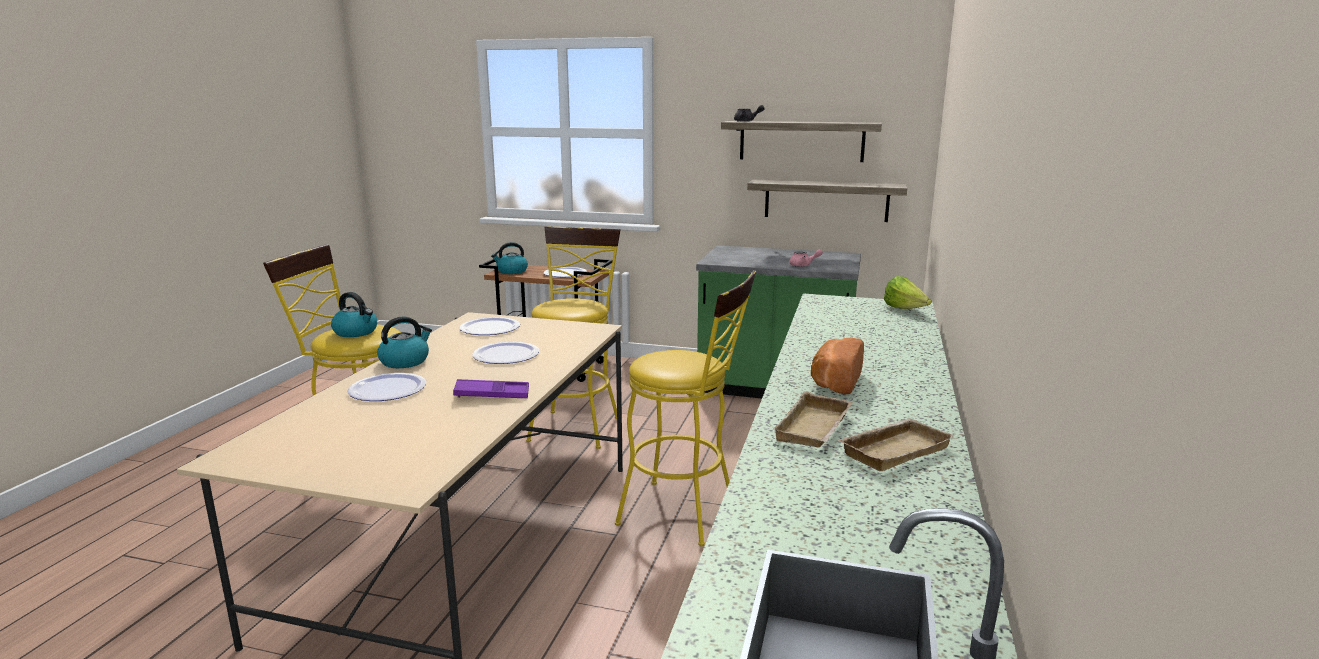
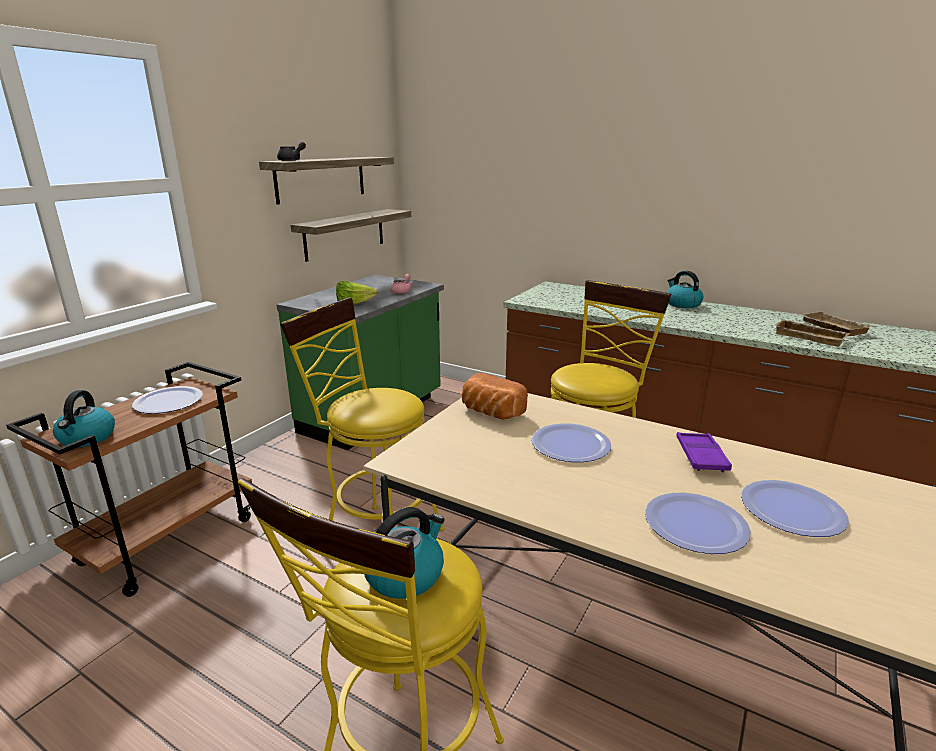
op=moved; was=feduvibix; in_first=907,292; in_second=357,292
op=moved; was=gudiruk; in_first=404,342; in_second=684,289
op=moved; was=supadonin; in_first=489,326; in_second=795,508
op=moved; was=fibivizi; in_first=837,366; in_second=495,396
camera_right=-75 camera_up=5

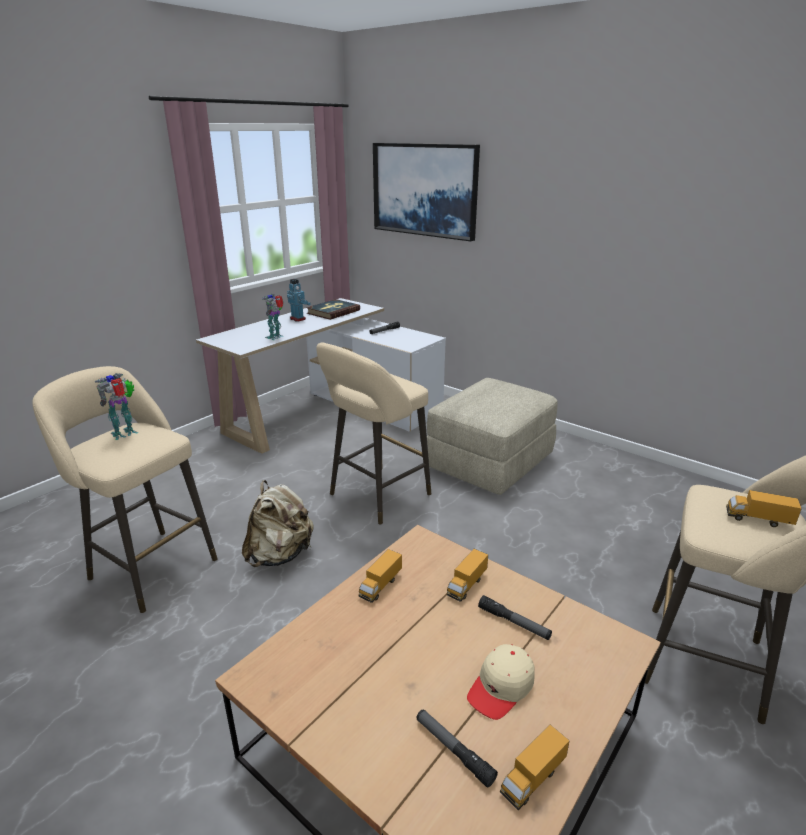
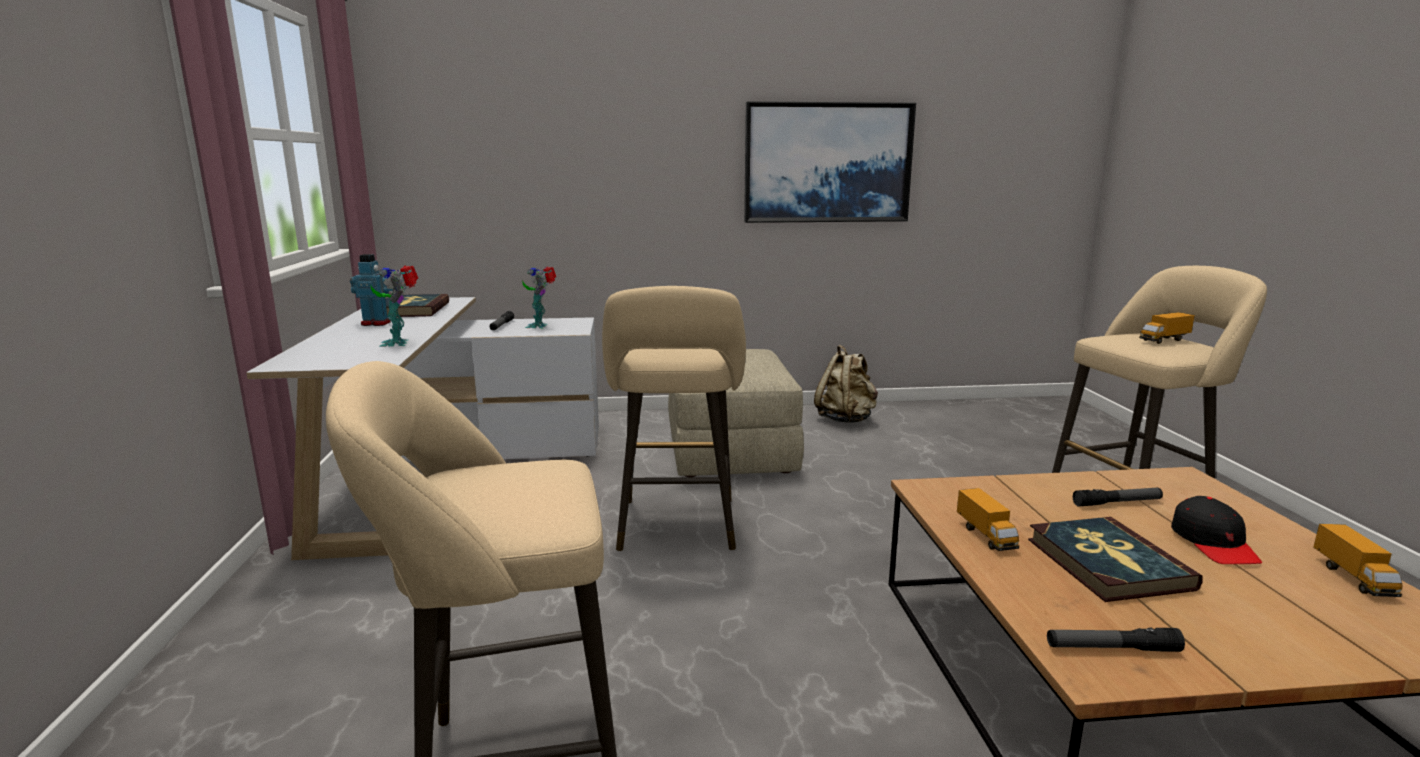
op=moved; was=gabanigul; in_first=426,192; in_second=830,162
op=moved; was=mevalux; in_first=116,406; in_second=539,297
op=moved; was=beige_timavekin; in_first=278,523; in_second=846,384
op=removed; was=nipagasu; in_first=467,575
op=recoloured; was=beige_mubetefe; now=black_mubetefe; in_first=501,682; in_second=1216,530
op=moved; was=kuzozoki; in_first=457,749; in_second=1116,639
op=added; now=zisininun; in_second=1115,559
camera_right=-45 camera_up=-10

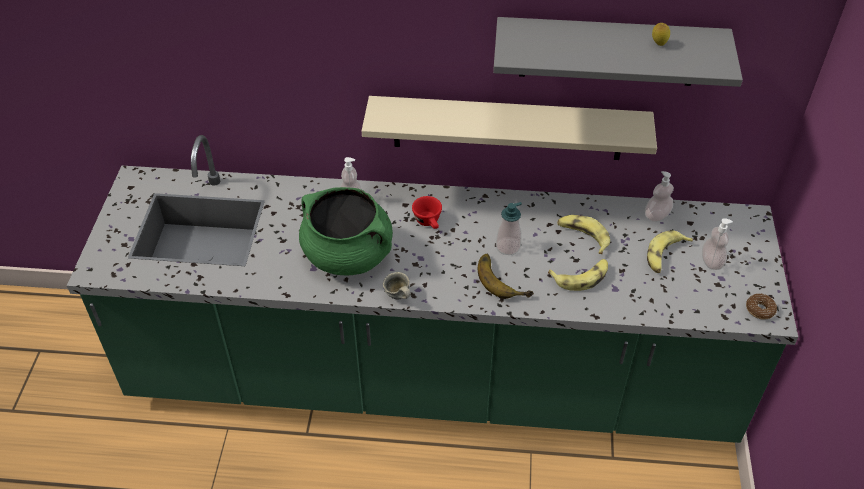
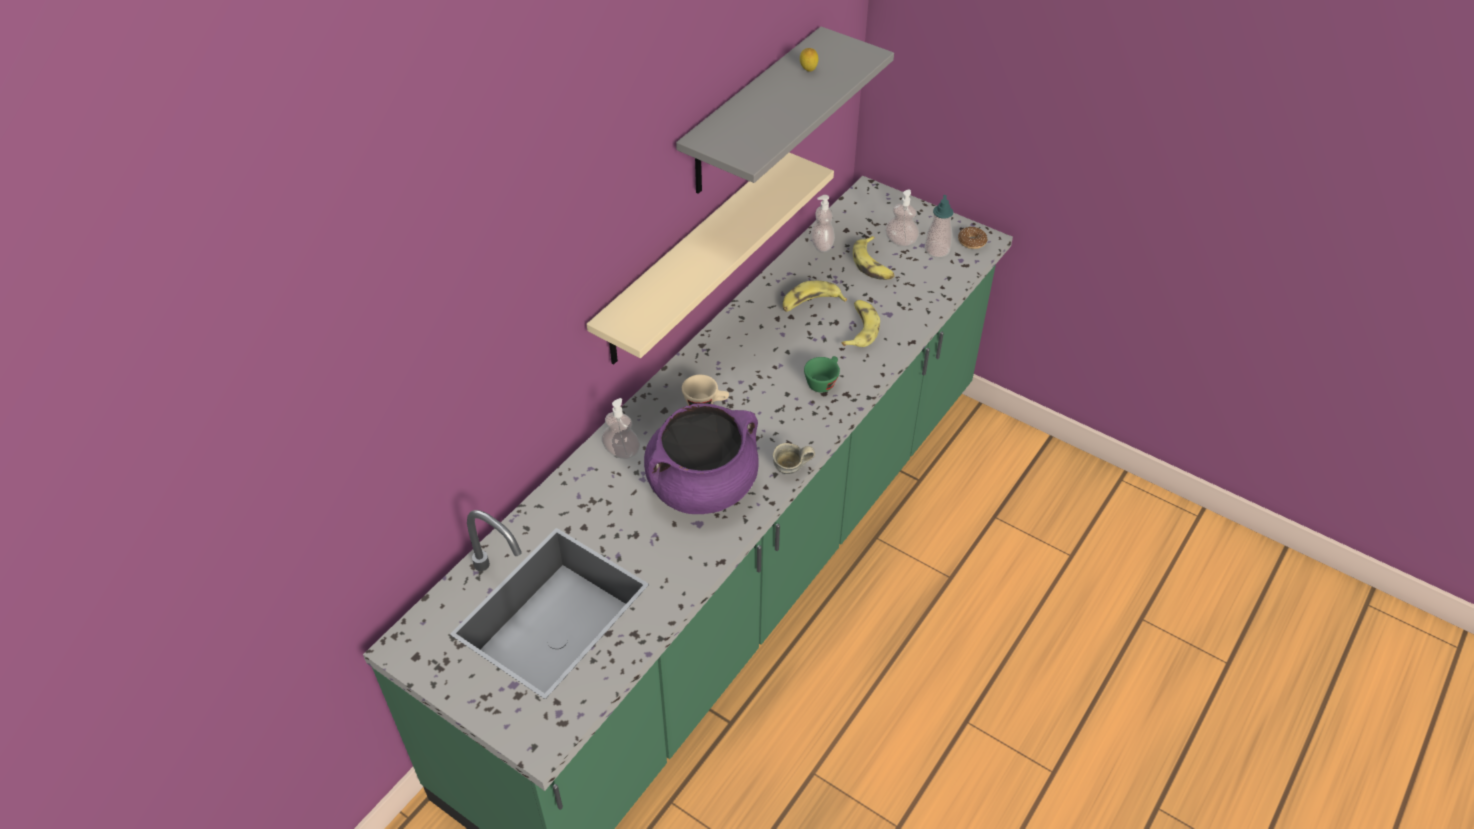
op=recoloured; was=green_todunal; now=purple_todunal; in_first=346,231; in_second=701,459
op=recoloured; was=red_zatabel; now=beige_zatabel; in_first=427,212; in_second=705,390
op=moved; was=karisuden; in_first=509,228; in_second=939,226
op=replaced; was=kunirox; now=green_zatabel; in_first=506,276; in_second=822,374
camera_right=-60 camera_up=0

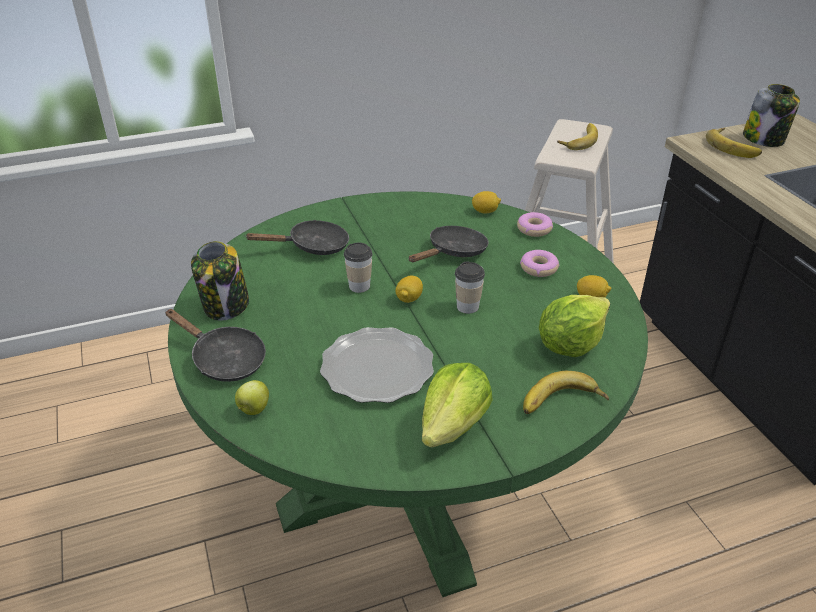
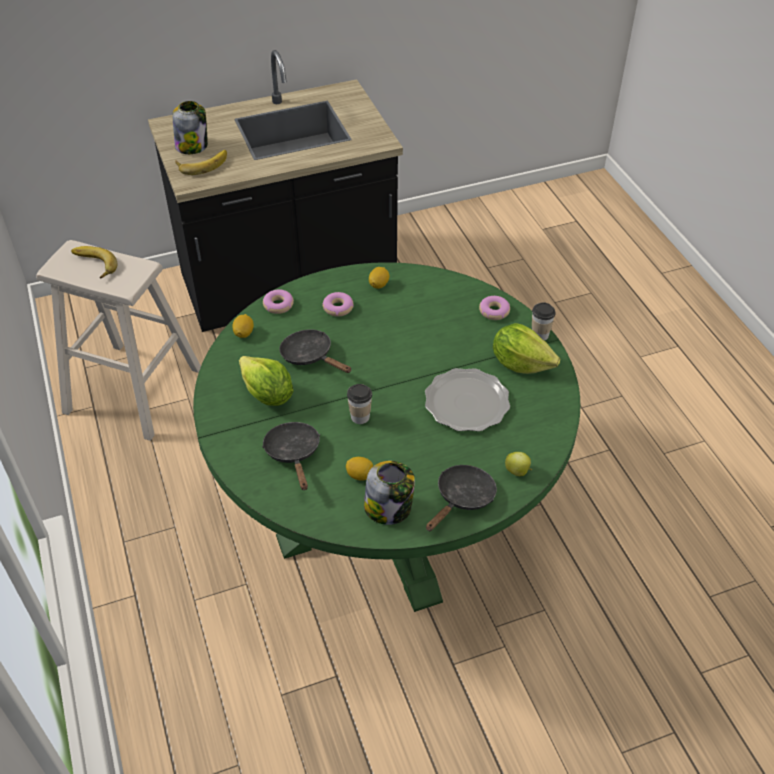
op=moved; was=zatabel; in_first=470,287; in_second=544,321
op=moved; was=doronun; in_first=409,289; in_second=359,469
op=moved; was=feduvibix; in_first=574,326; in_second=266,381
op=replaced; was=kunirox; now=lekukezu; in_first=566,392; in_second=494,308
camera_right=-90 camera_up=10

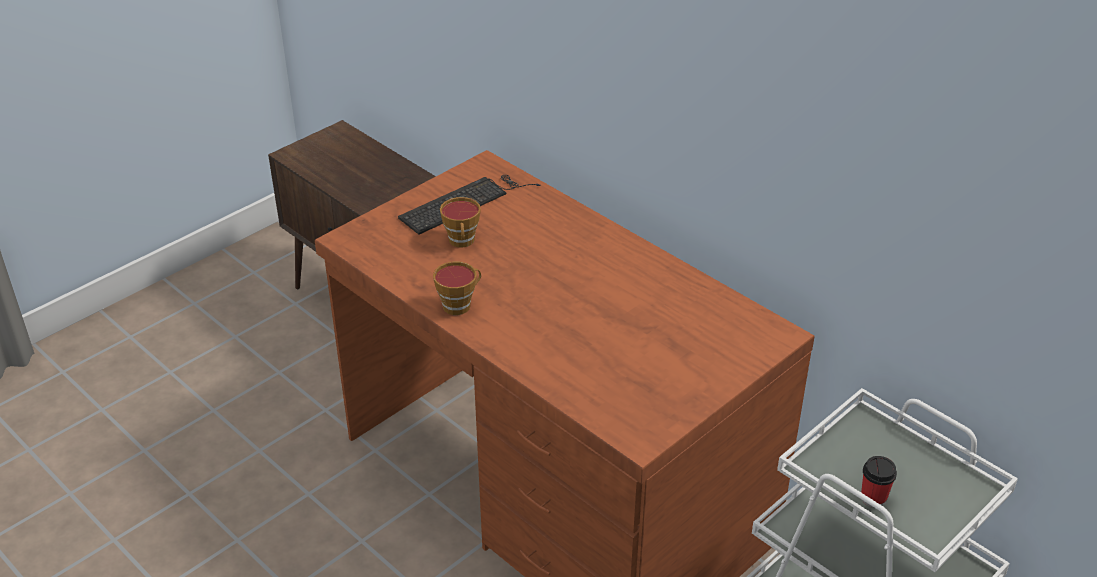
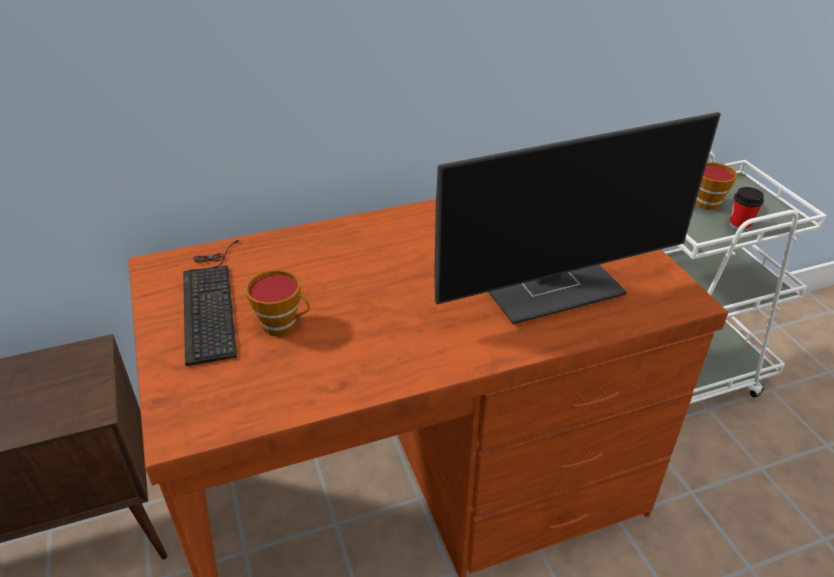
op=moved; was=zatabel; in_first=457,288; in_second=716,186
op=added; now=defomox; in_second=577,218
camera_right=-65 camera_up=0

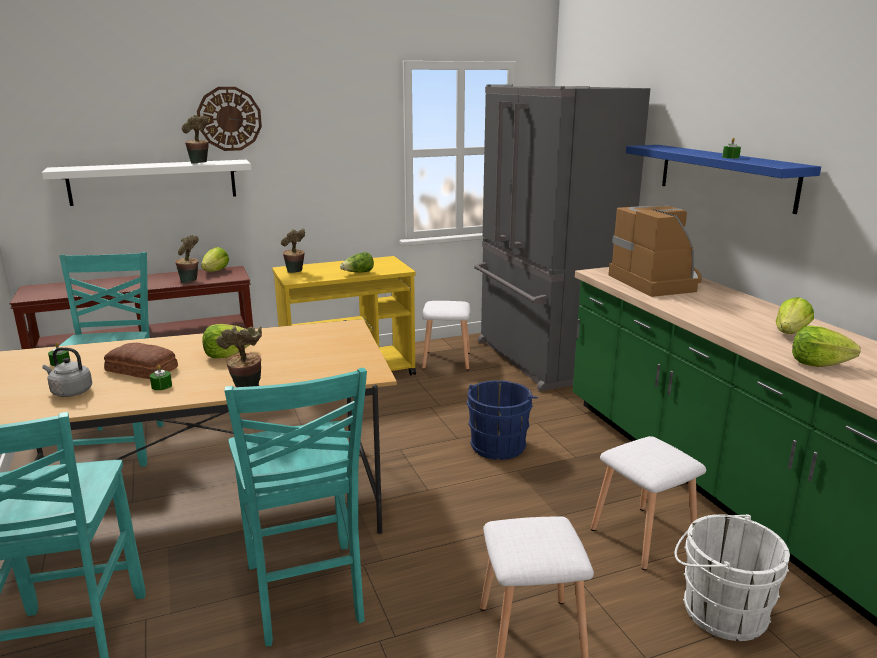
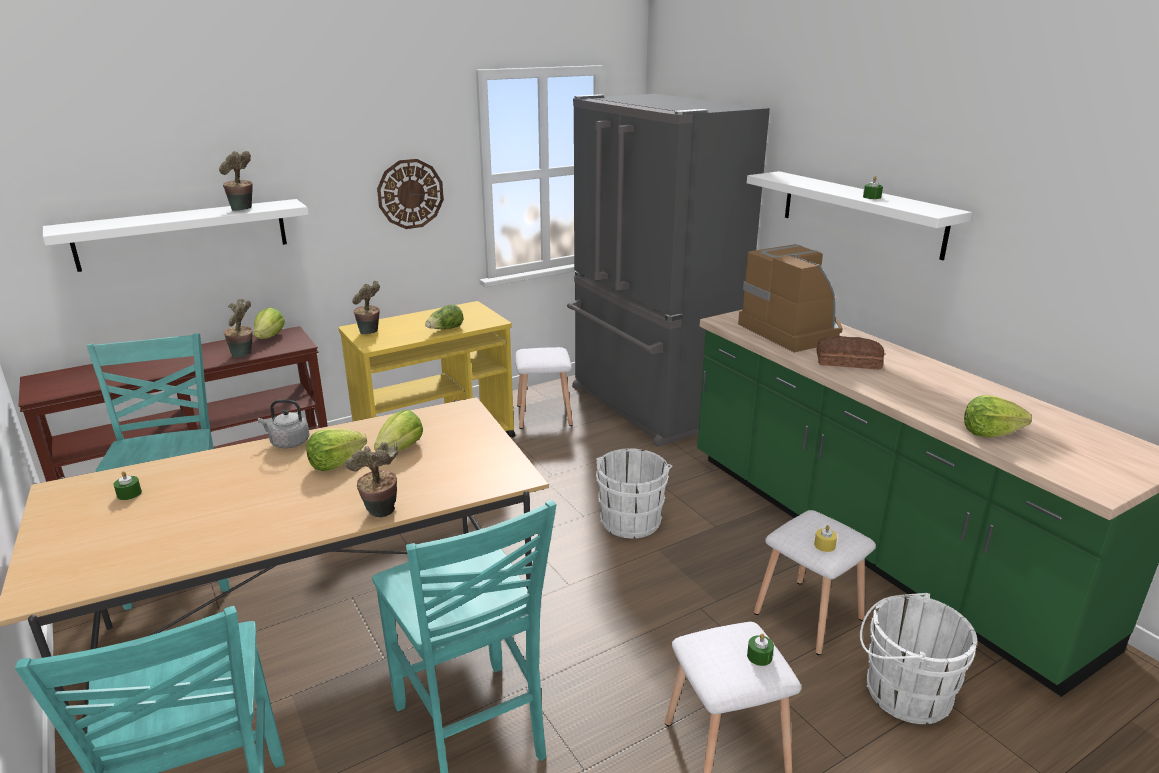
op=moved; was=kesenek; in_first=229,119; in_second=410,194
op=recoloured; was=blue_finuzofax; now=white_finuzofax; in_first=723,179; in_second=859,215
op=moved; was=feduvibix; in_first=795,315; in_second=398,430
op=moved; was=fibivizi; in_first=141,361; in_second=850,352
op=moved; was=grey_gudiruk; in_first=67,372; in_second=284,424
op=moved; was=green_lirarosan; in_first=161,377; in_second=760,649
op=recoloured; was=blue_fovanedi; now=white_fovanedi; in_first=502,420; in_second=634,493
op=added; now=yellow_lirarosan; in_second=825,538
camera_right=-10 camera_up=5

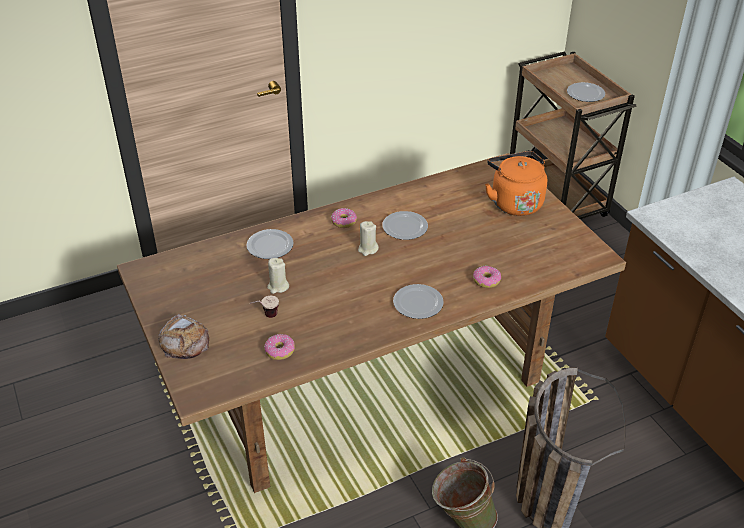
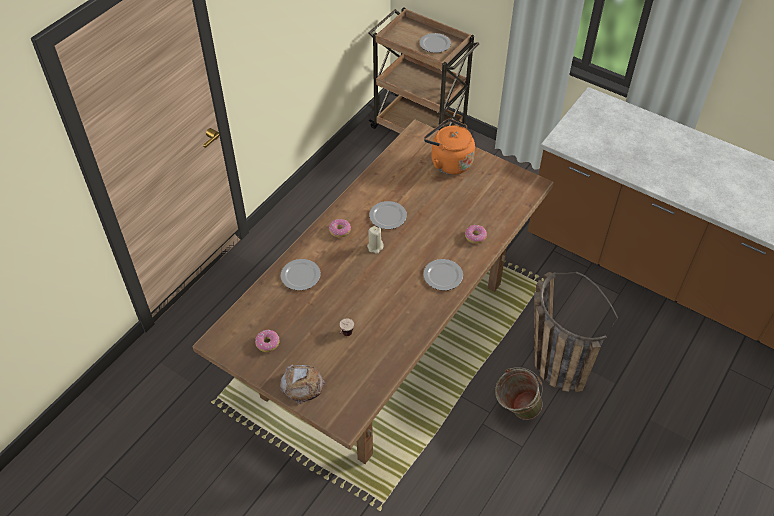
op=removed; was=beige_lirarosan; in_first=278,276
op=moved; was=lekukezu; in_first=279,347; in_second=267,341
camera_right=-30 camera_up=10

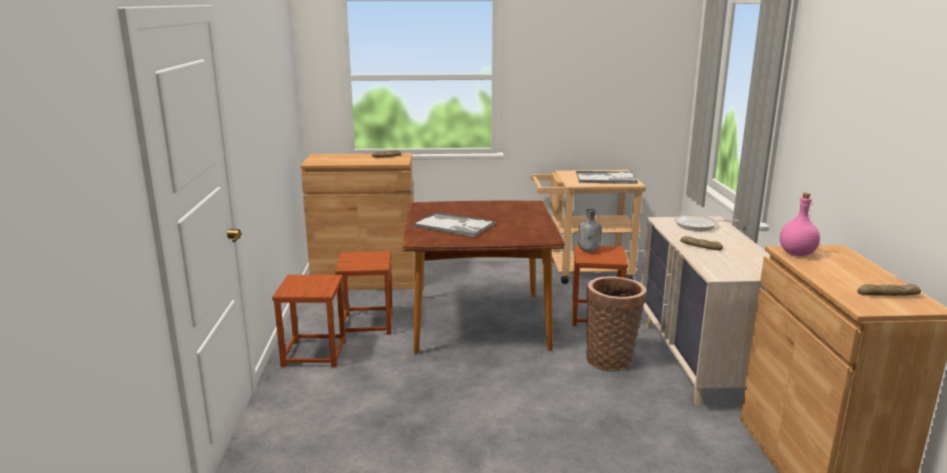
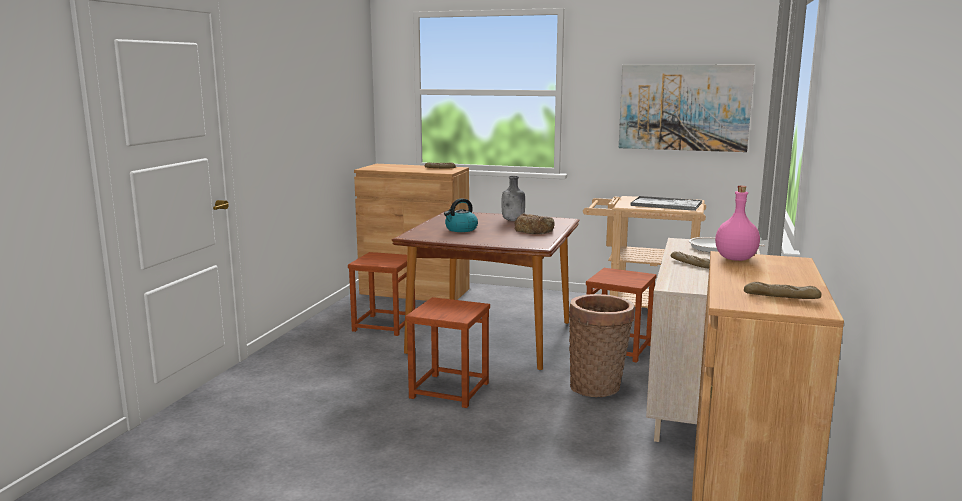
op=moved; was=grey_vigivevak; in_first=590,230; in_second=513,198
op=replaced; was=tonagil; now=gudiruk; in_first=454,224; in_second=461,215
op=moved; was=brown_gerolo; in_first=309,321; in_second=447,352
op=added; now=gabanigul; in_second=687,108
op=added; now=fibivizi; in_second=535,223
camera_right=20 camera_up=-5

